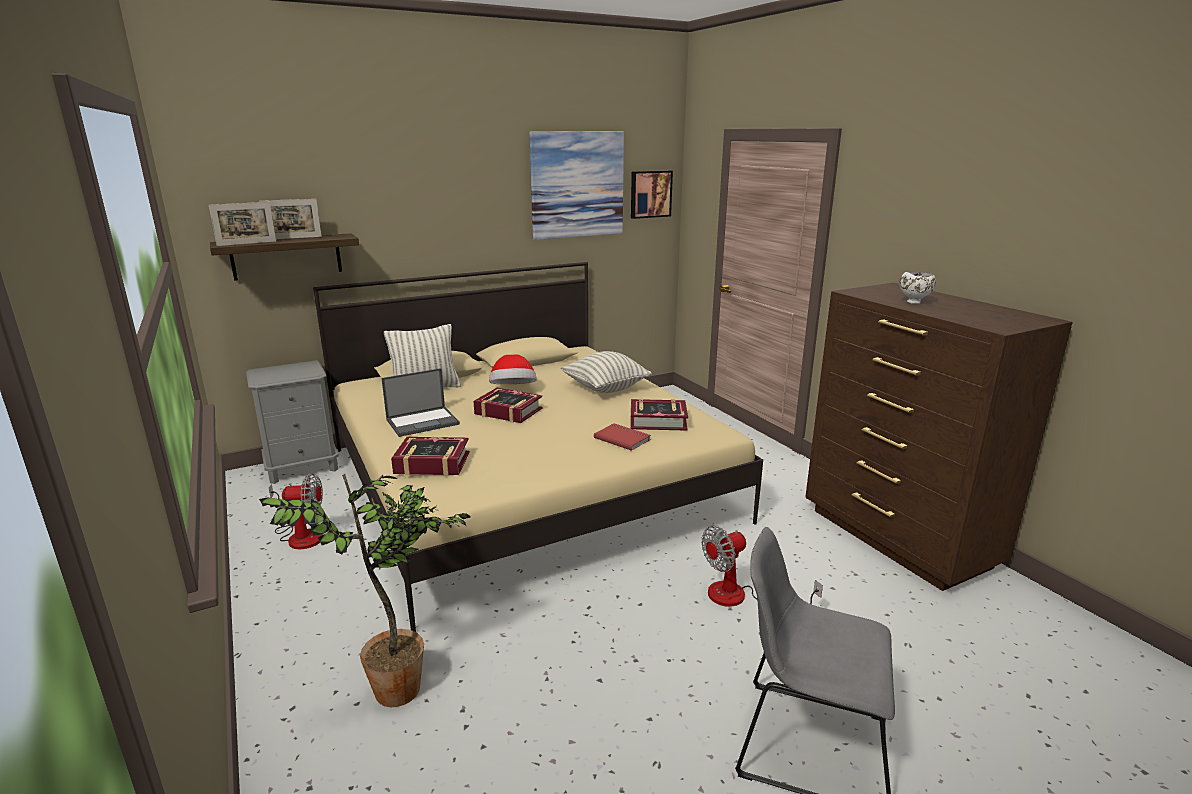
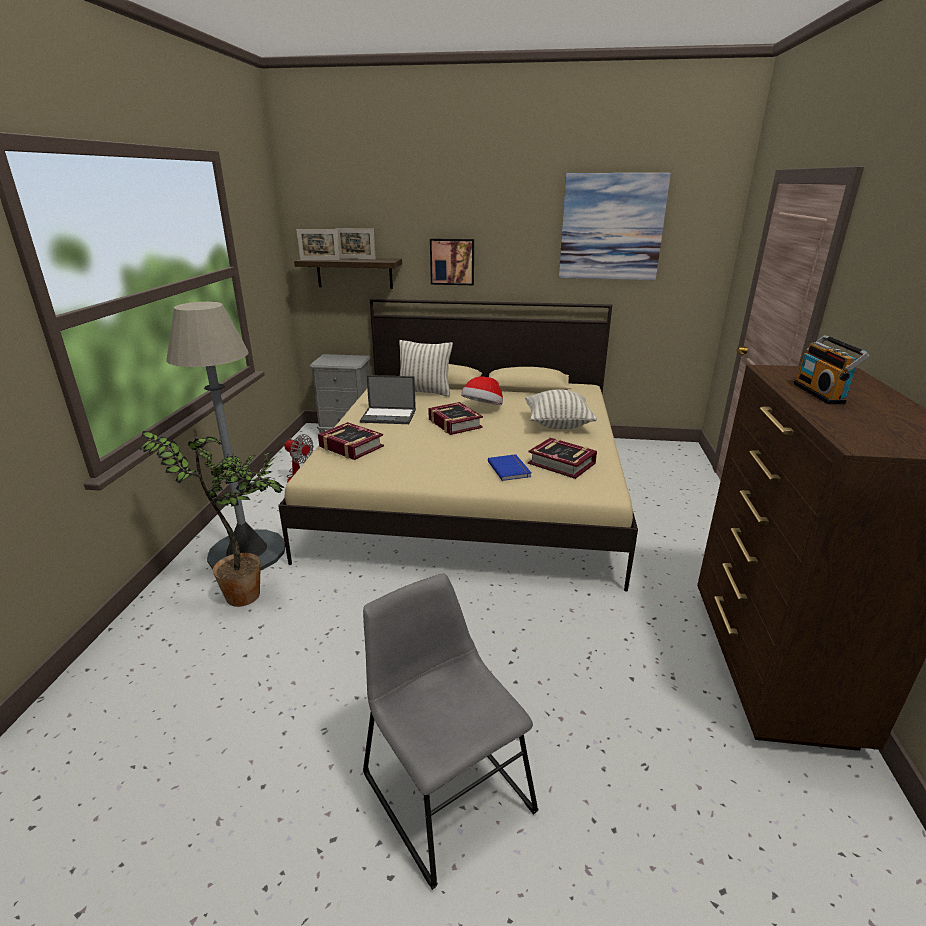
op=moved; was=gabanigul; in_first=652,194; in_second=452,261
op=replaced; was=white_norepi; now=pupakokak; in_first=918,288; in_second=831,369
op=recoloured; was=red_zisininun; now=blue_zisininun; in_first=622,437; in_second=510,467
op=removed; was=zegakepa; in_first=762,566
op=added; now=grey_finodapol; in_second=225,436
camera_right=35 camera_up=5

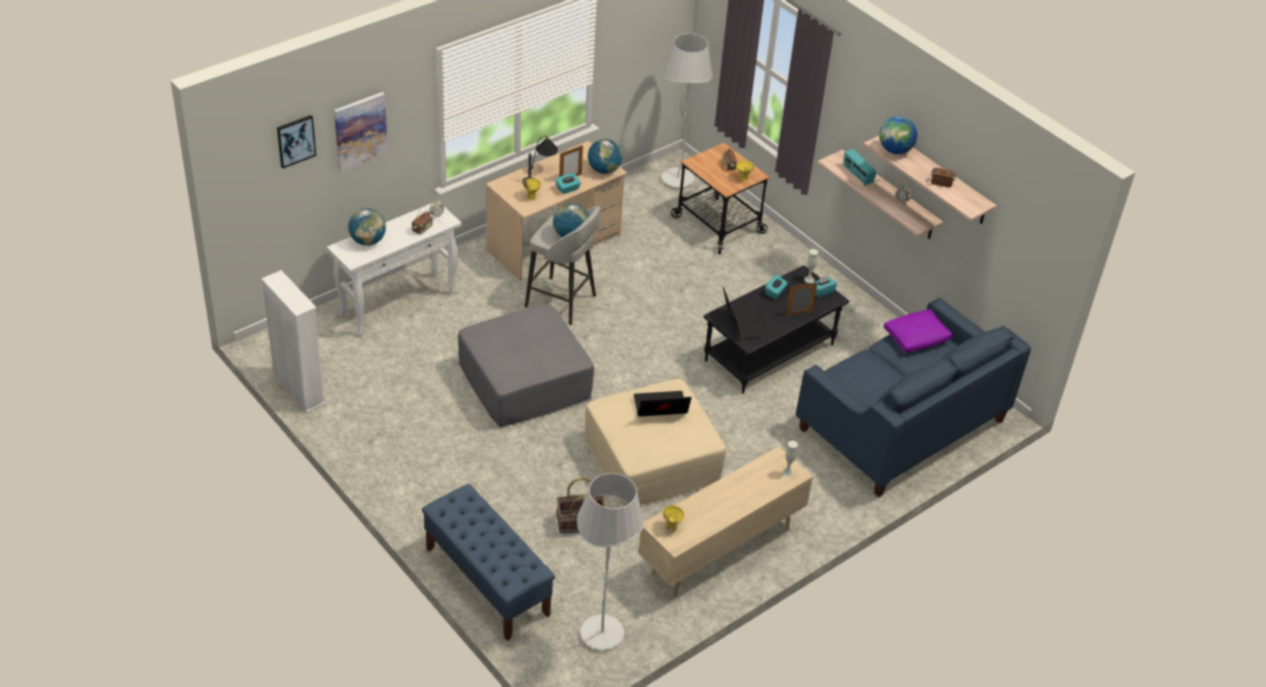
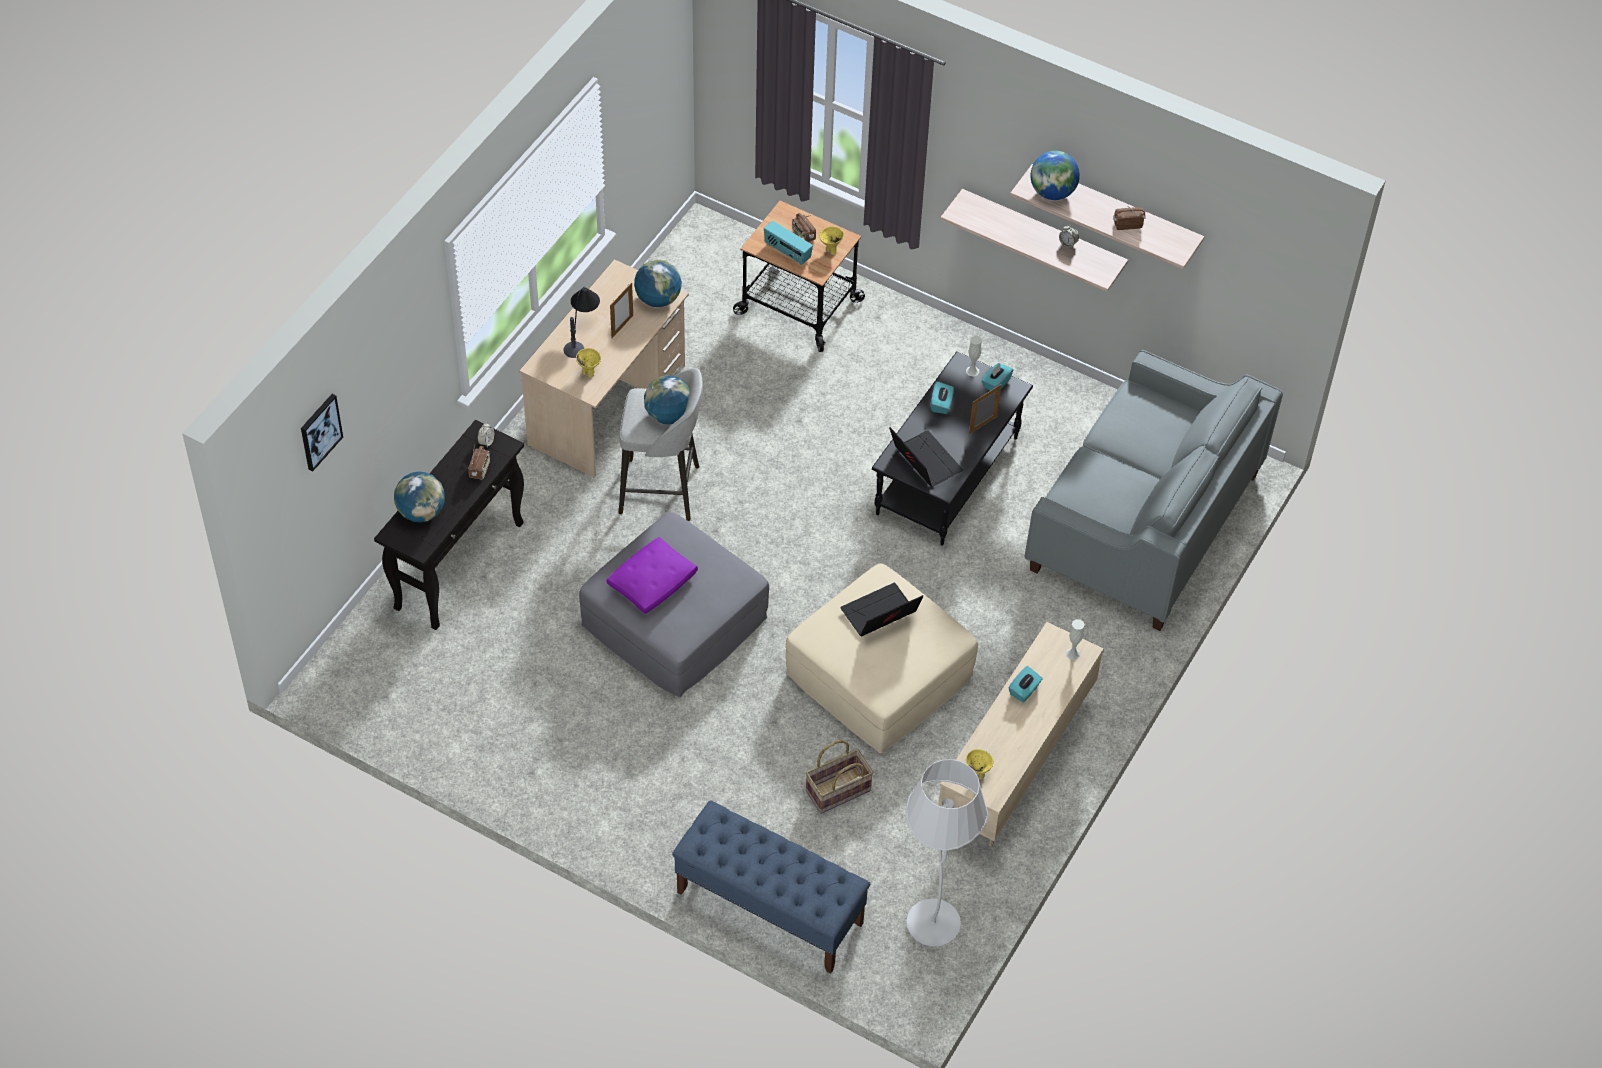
op=removed; was=white_finodapol; in_first=687,111
op=removed; was=gabanigul; in_first=361,132
op=moved; was=pupakokak; in_first=860,167; in_second=788,243
op=moved; was=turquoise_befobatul; in_first=568,183; in_second=1025,684
op=recoloured; was=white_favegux; now=black_favegux; in_first=394,269; in_second=449,525
op=removed; was=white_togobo; in_first=293,341
op=recoloured; was=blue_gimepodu; now=grey_gimepodu; in_first=913,397; in_second=1153,490
op=moved; was=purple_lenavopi; in_first=918,331; in_second=652,575
camera_right=-20 camera_up=10

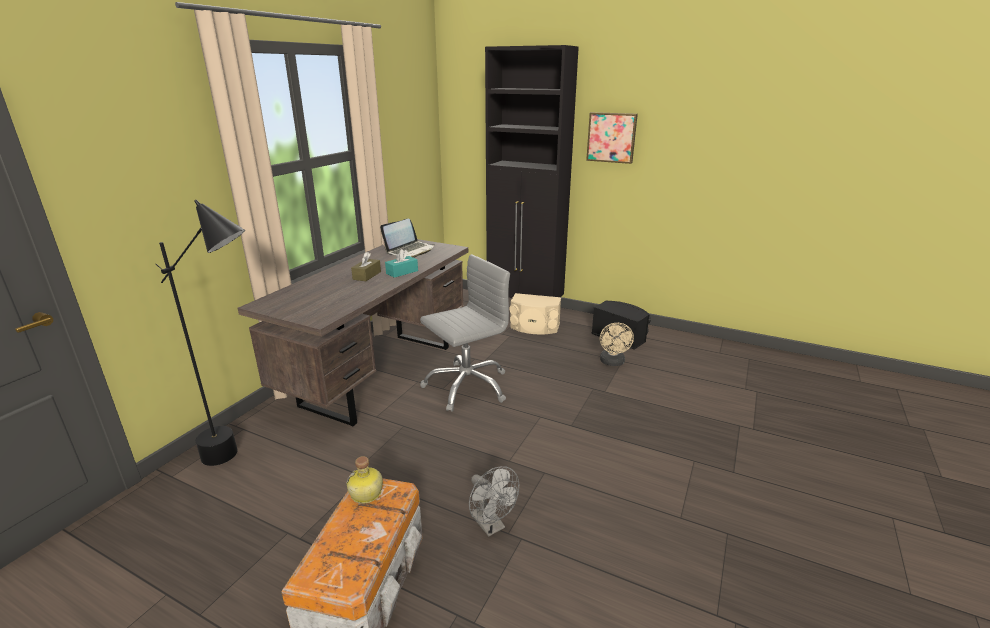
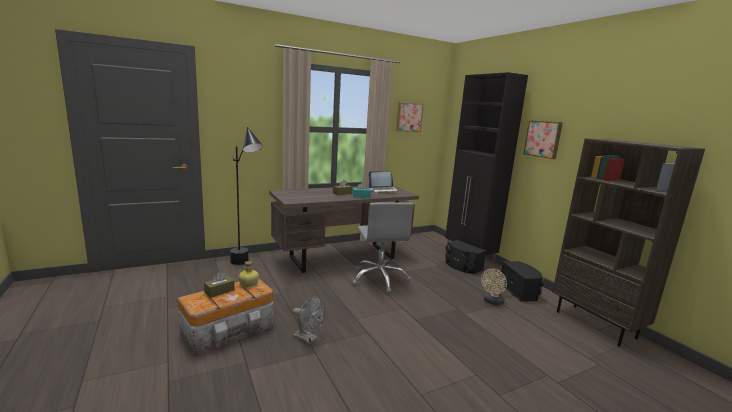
op=turned; was=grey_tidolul; in_first=465,333; in_second=383,247; clockwise=75
op=recoloured; was=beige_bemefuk; now=black_bemefuk; in_first=535,314; in_second=465,257
op=turned; was=grey_zegakepa; in_first=494,501; in_second=309,320; clockwise=-60
op=added; now=gabanigul; in_second=410,117
op=added; now=brown_togobo; in_second=628,242
op=added; now=brown_befobatul; in_second=219,285
camera_right=35 camera_up=-10

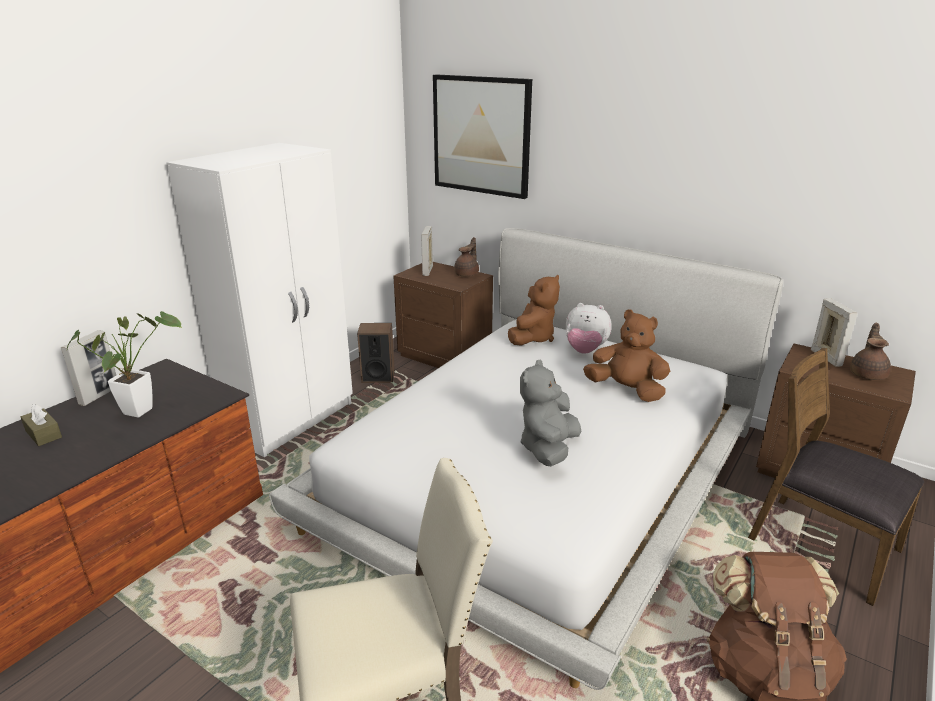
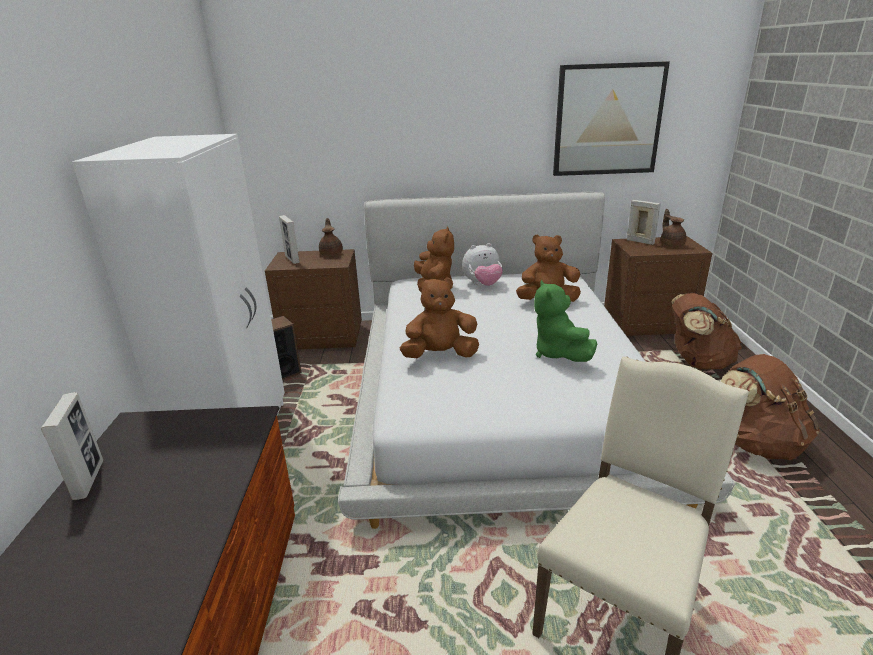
op=moved; was=gabanigul; in_first=482,136; in_second=611,118
op=removed; was=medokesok; in_first=124,364
op=replaced; was=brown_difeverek; now=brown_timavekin; in_first=836,477; in_second=707,331
op=recoloured; was=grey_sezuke; now=green_sezuke; in_first=550,413; in_second=565,321
op=removed; was=brown_befobatul; in_first=41,425
op=added; now=brown_sezuke; in_second=439,317
camera_right=-35 camera_up=0

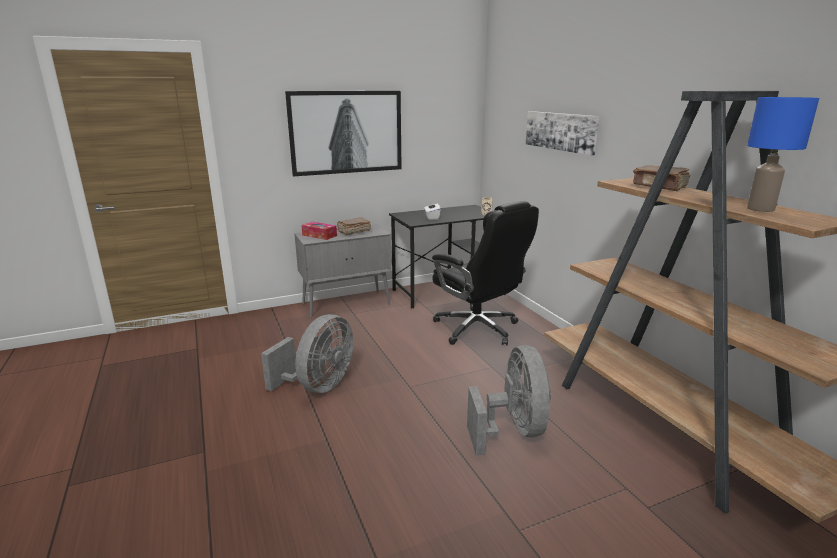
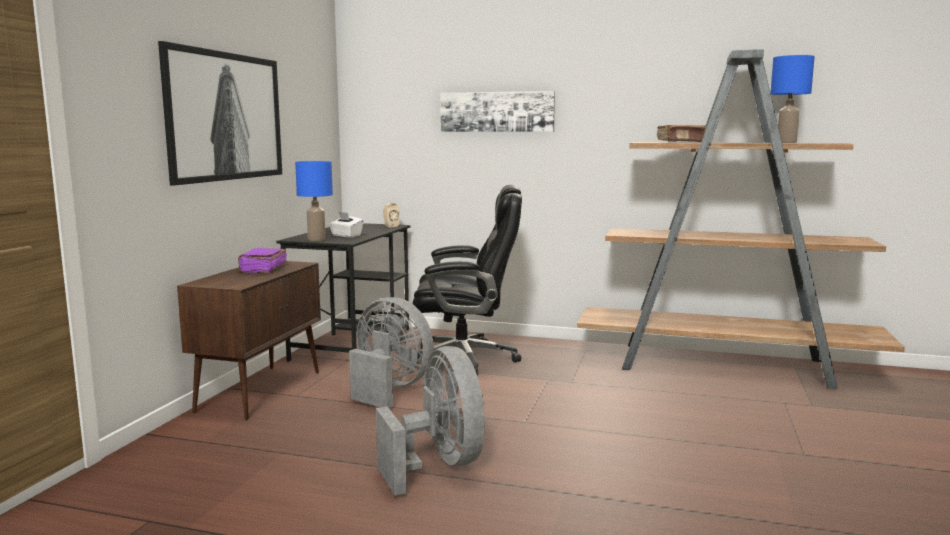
op=recoloured; was=brown_zisininun; now=purple_zisininun; in_first=354,226; in_second=262,260
op=removed; was=befobatul; in_first=319,231
op=recoloured; was=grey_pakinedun; now=brown_pakinedun; in_first=343,271; in_second=249,340
op=moved; was=grey_zegakepa; in_first=509,400; in_second=391,352
op=added; now=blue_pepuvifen; in_second=314,201
camera_right=-50 camera_up=-10

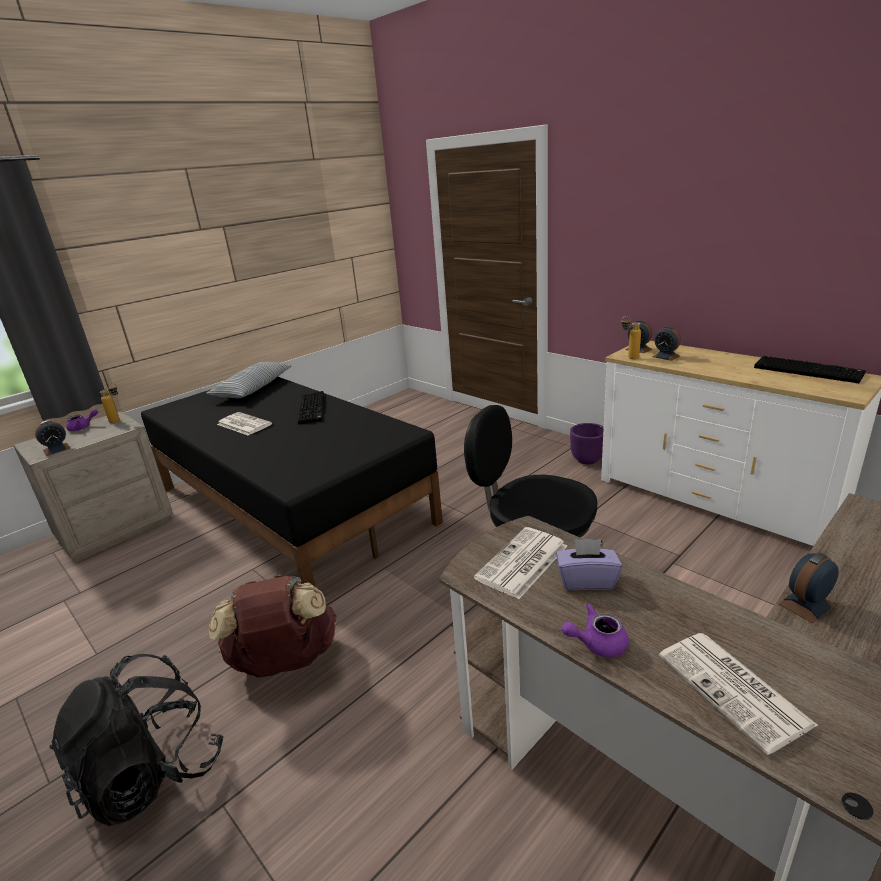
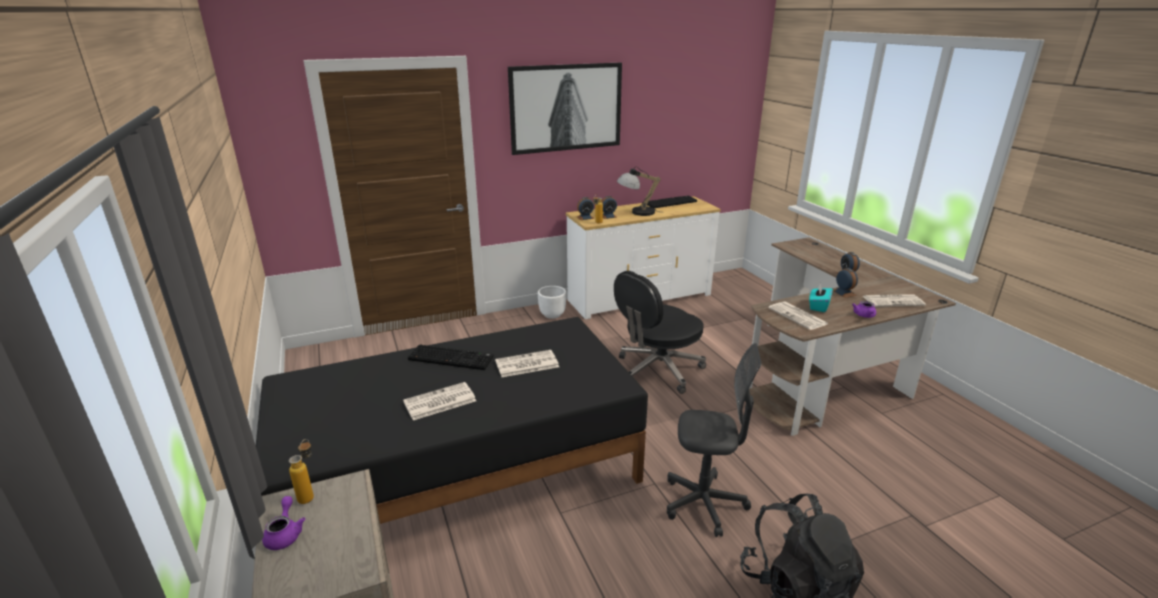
op=removed; was=lenavopi; in_first=249,380
op=moved; was=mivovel; in_first=53,438; in_second=845,283
op=recoloured; was=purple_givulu; now=white_givulu; in_first=587,443; in_second=552,302
op=recoloured; was=purple_befobatul; now=turquoise_befobatul; in_first=589,564; in_second=821,297
op=replaced; was=brown_timavekin; now=grey_tidolul; in_first=273,626; in_second=714,440
op=added; now=gabanigul; in_second=565,109
op=added; now=pepuvifen; in_second=638,191
op=added; now=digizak; in_second=527,363
camera_right=-70 camera_up=0

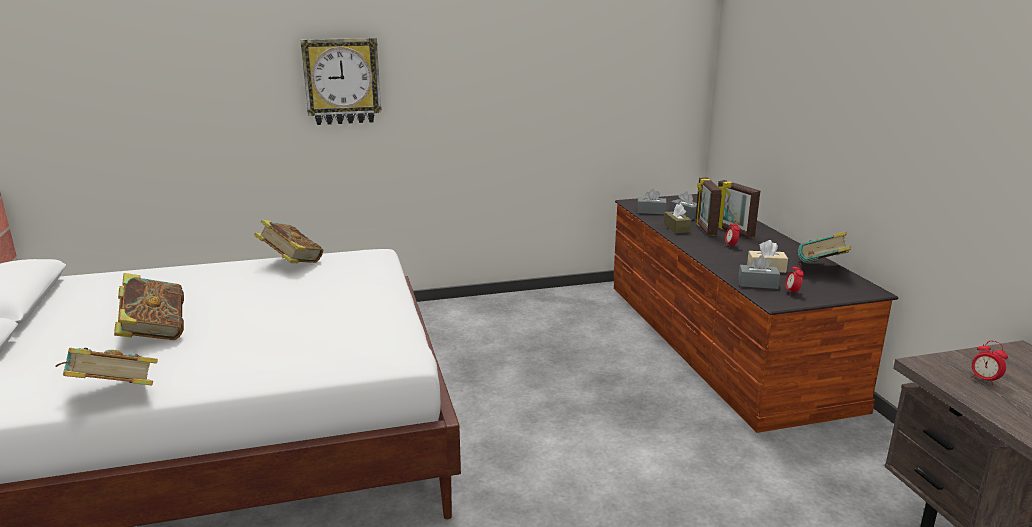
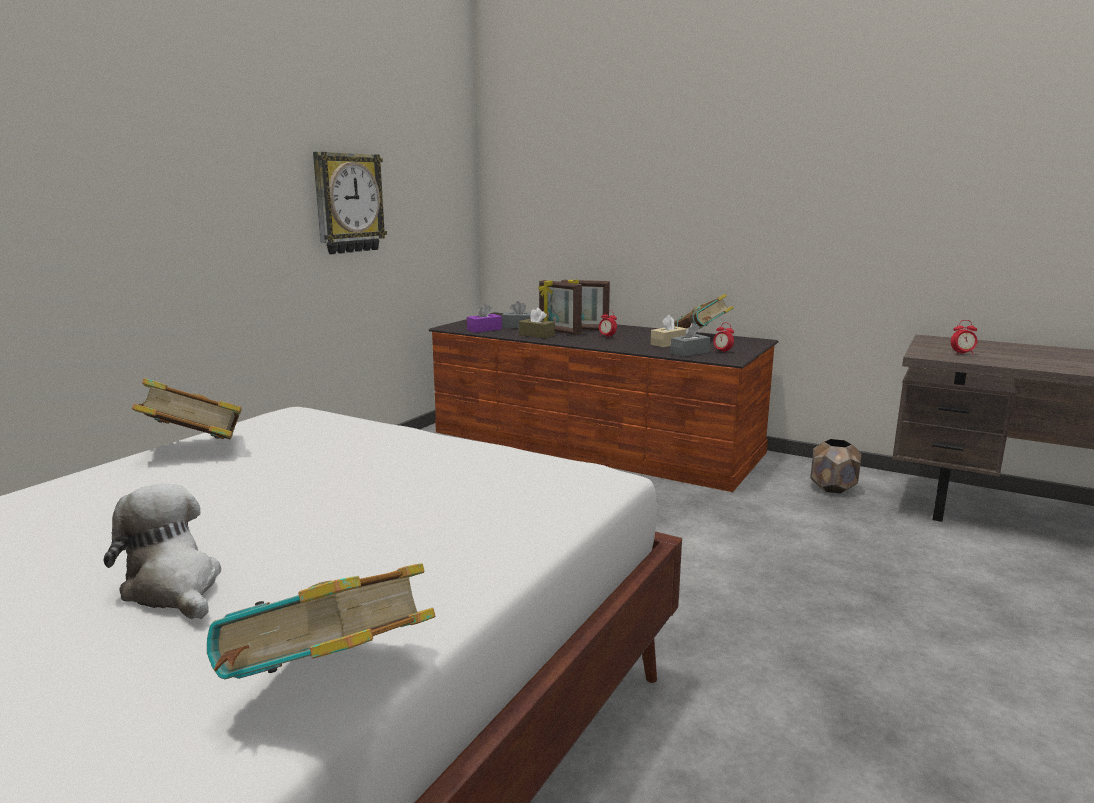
op=moved; was=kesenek; in_first=341,81; in_second=350,203
op=recoloured; was=grey_befobatul; now=purple_befobatul; in_first=651,201; in_second=484,318
op=replaced; was=zisininun; now=sezuke; in_first=149,306; in_second=162,551
op=added; now=brown_givulu; in_second=835,466
camera_right=-45 camera_up=-5

